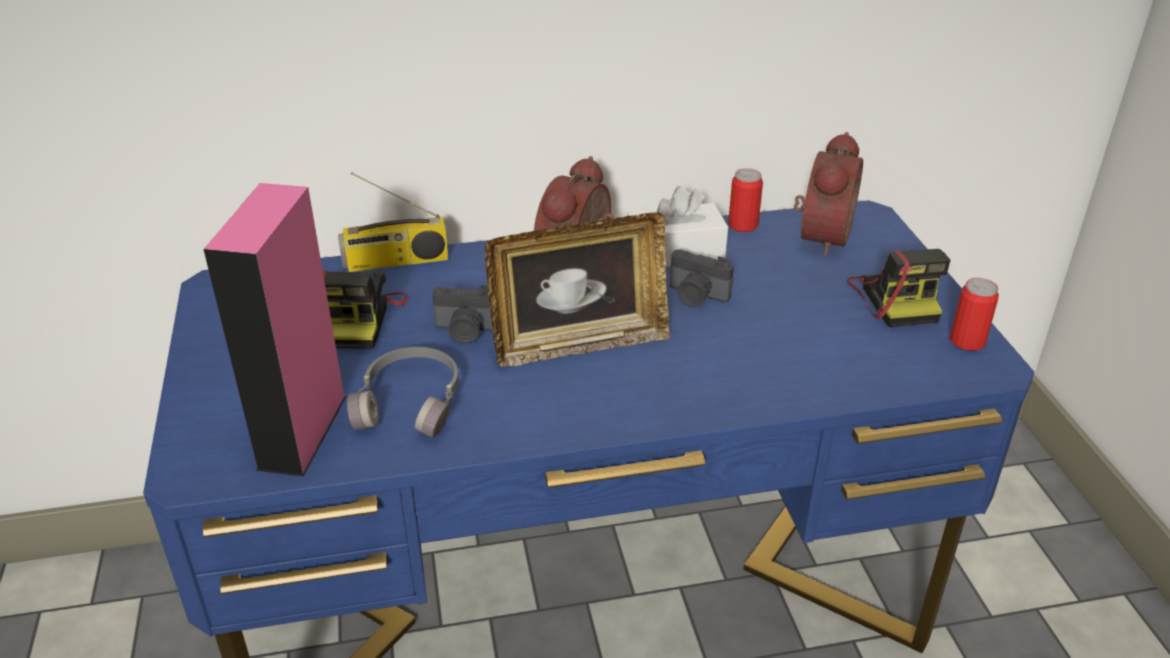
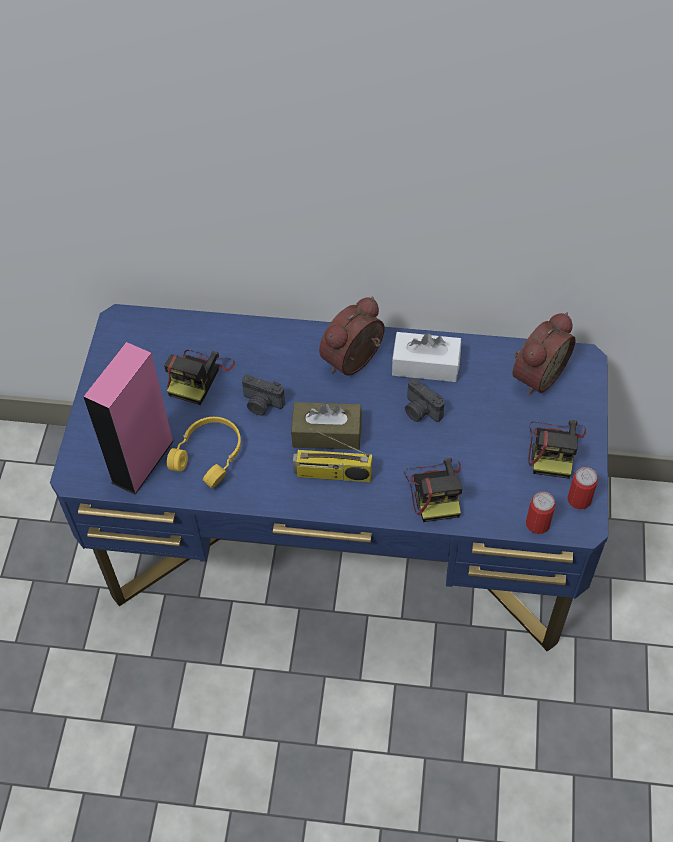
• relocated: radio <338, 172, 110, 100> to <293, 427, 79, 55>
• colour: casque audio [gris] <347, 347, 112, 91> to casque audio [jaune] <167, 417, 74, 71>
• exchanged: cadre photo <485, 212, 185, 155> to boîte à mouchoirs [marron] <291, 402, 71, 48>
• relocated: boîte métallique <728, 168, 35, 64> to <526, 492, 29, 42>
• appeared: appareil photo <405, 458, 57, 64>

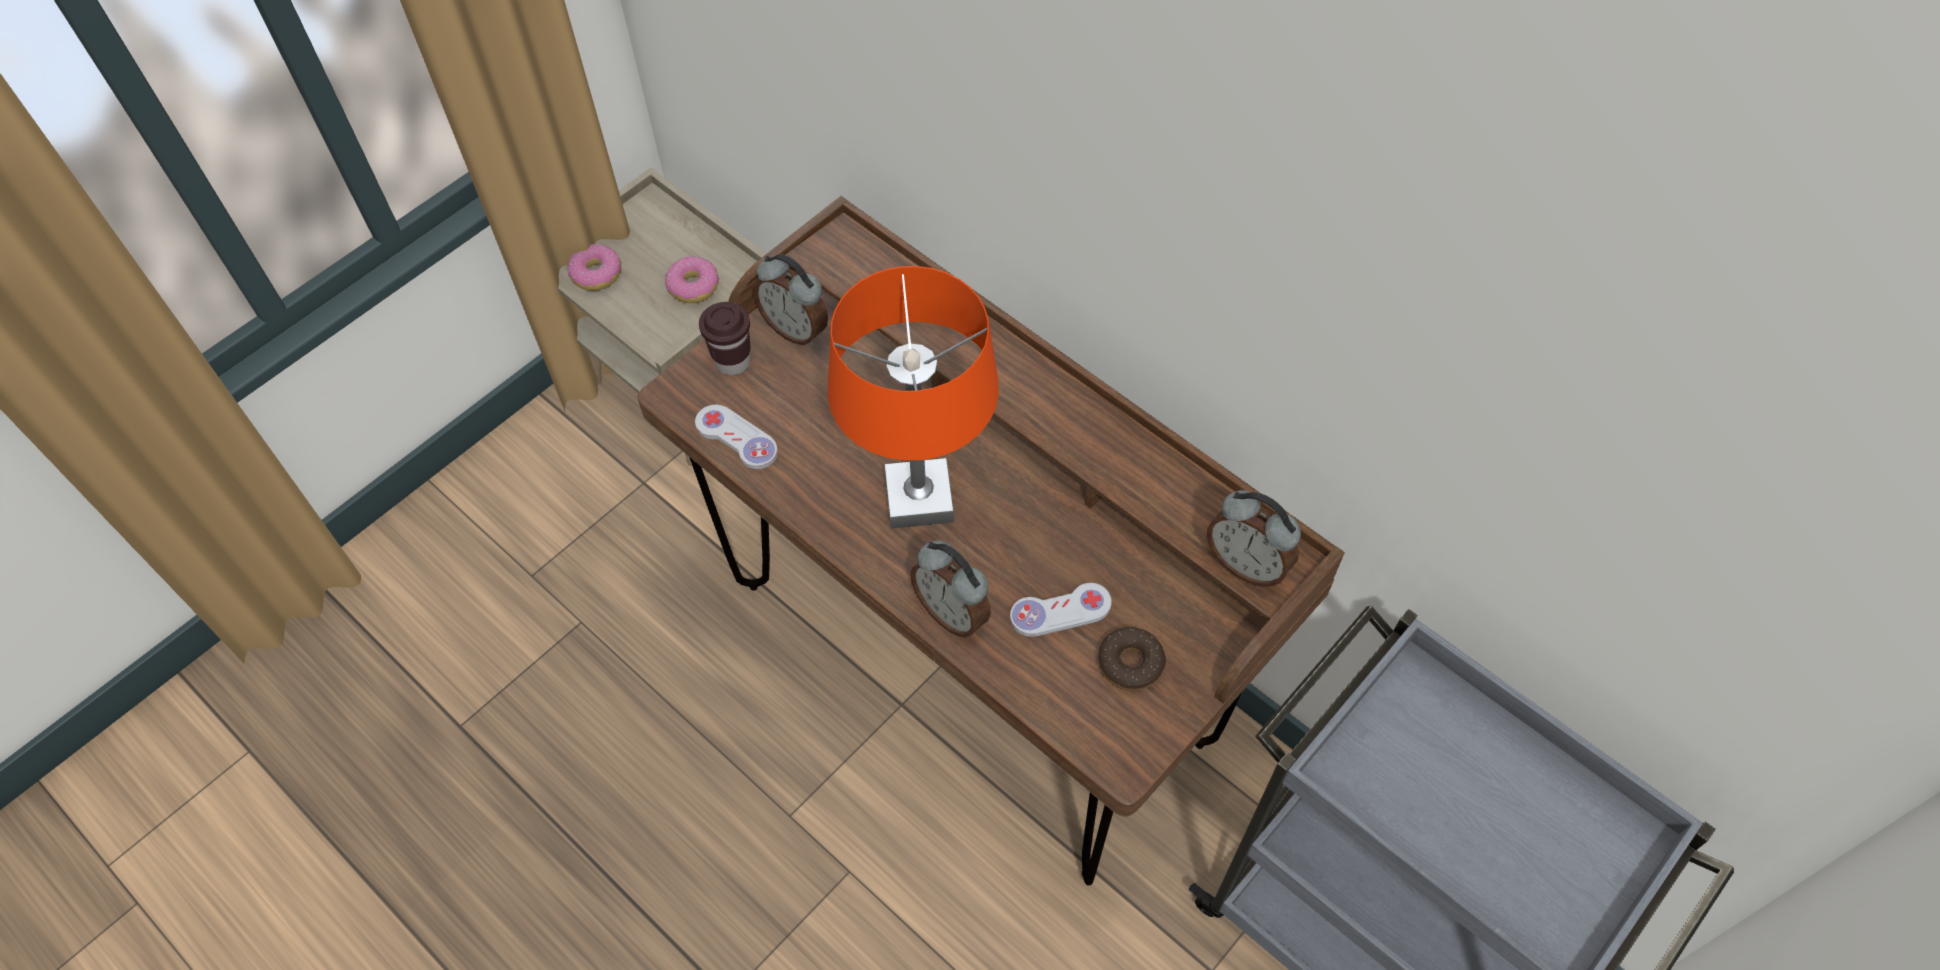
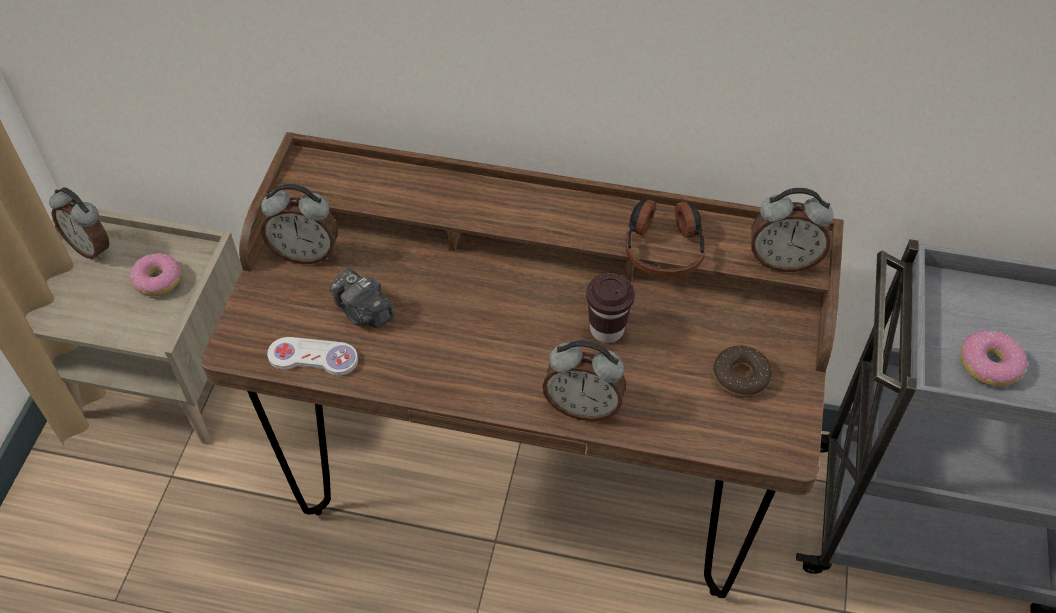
• relocated: beignet <567, 244, 54, 47> to <961, 331, 66, 56>
• relocated: tasse [marron] <699, 302, 52, 73> to <586, 273, 49, 70>
• missing: lampe de table [orange] <827, 266, 172, 263>
• missing: manette [blanc] <1010, 583, 102, 54>
• appeared: réveil <49, 187, 60, 73>
• appeared: appareil photo <330, 269, 64, 59>
• appeared: casque audio <626, 197, 80, 80>

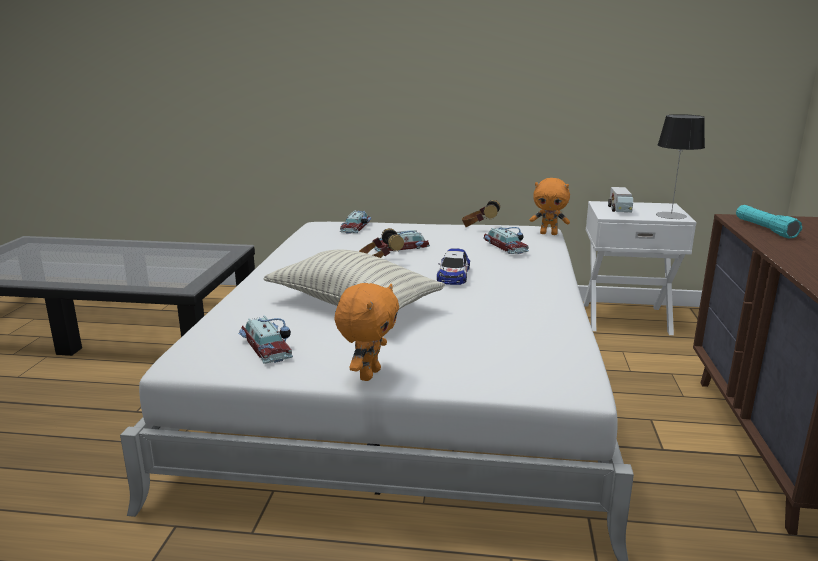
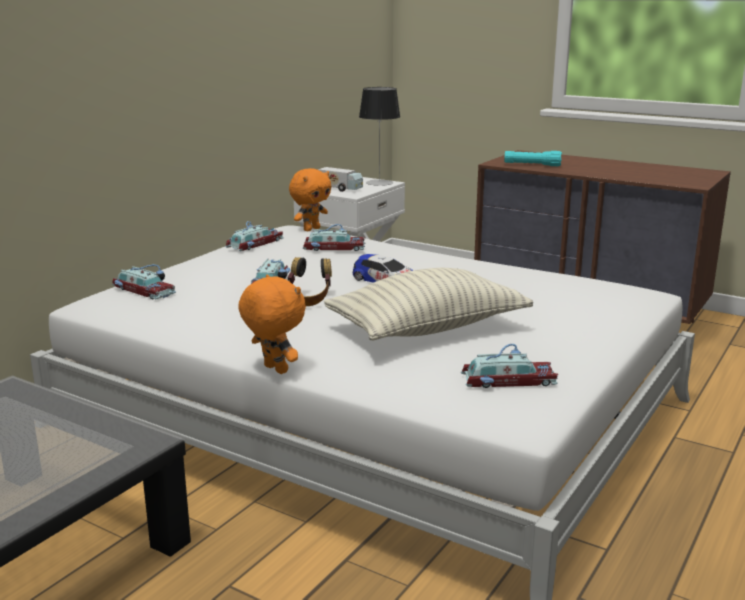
• relocated: peluche [orange] <334, 283, 65, 98> to <238, 275, 68, 99>
• exchanged: casque audio <462, 200, 38, 27> to petite voiture <226, 221, 57, 30>

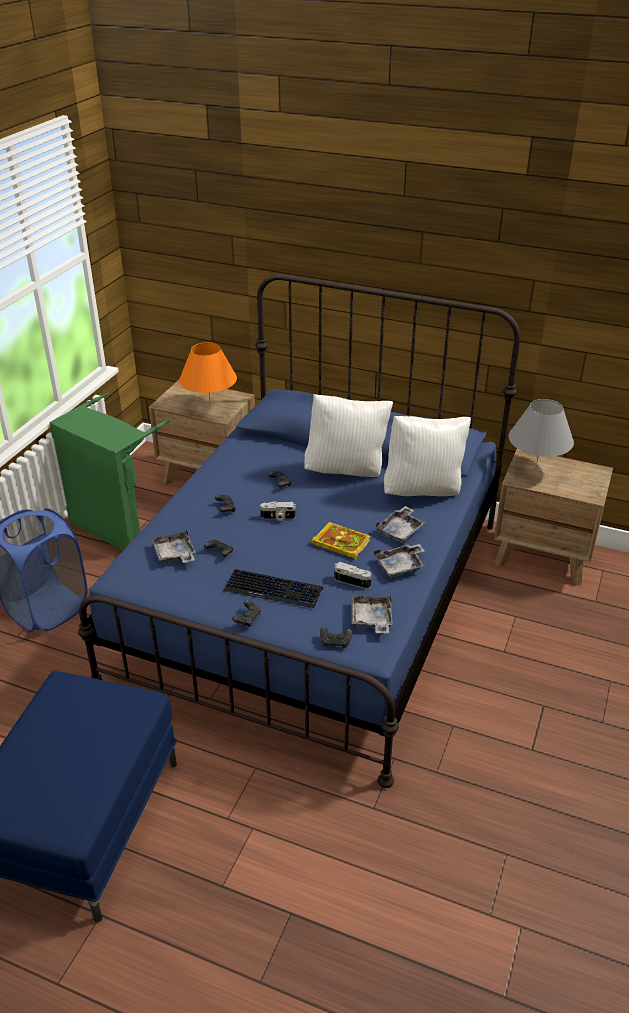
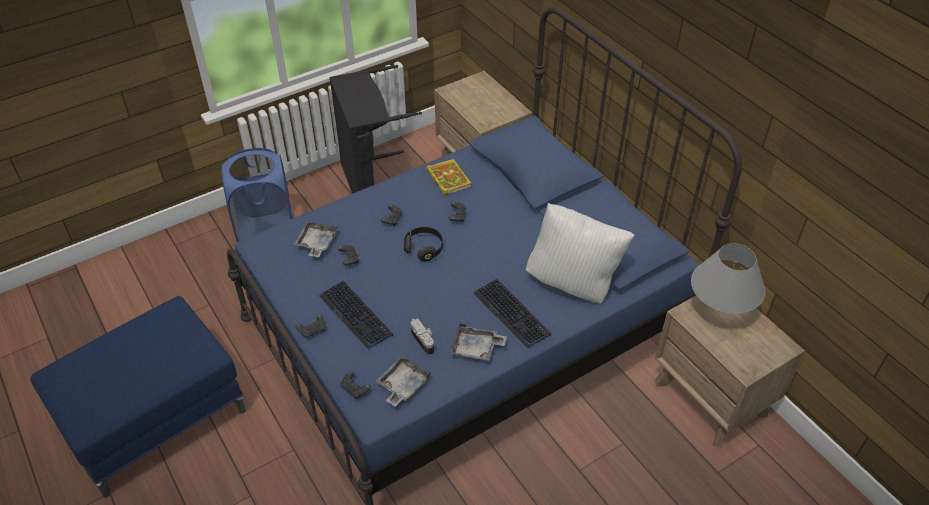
• colour: panier à linge [vert] <49, 393, 122, 157> to panier à linge [noir] <330, 65, 92, 129>
• missing: lampe de table [orange] <179, 342, 58, 65>
• exchanged: appareil photo <260, 501, 36, 20> to casque audio [noir] <404, 227, 39, 34>
• missing: coussin [blanc] <304, 394, 89, 83>
• relocated: livre <311, 522, 59, 38> to <425, 159, 46, 37>
• exchanged: plateau [gris] <375, 506, 51, 36> to clavier <474, 279, 77, 69>

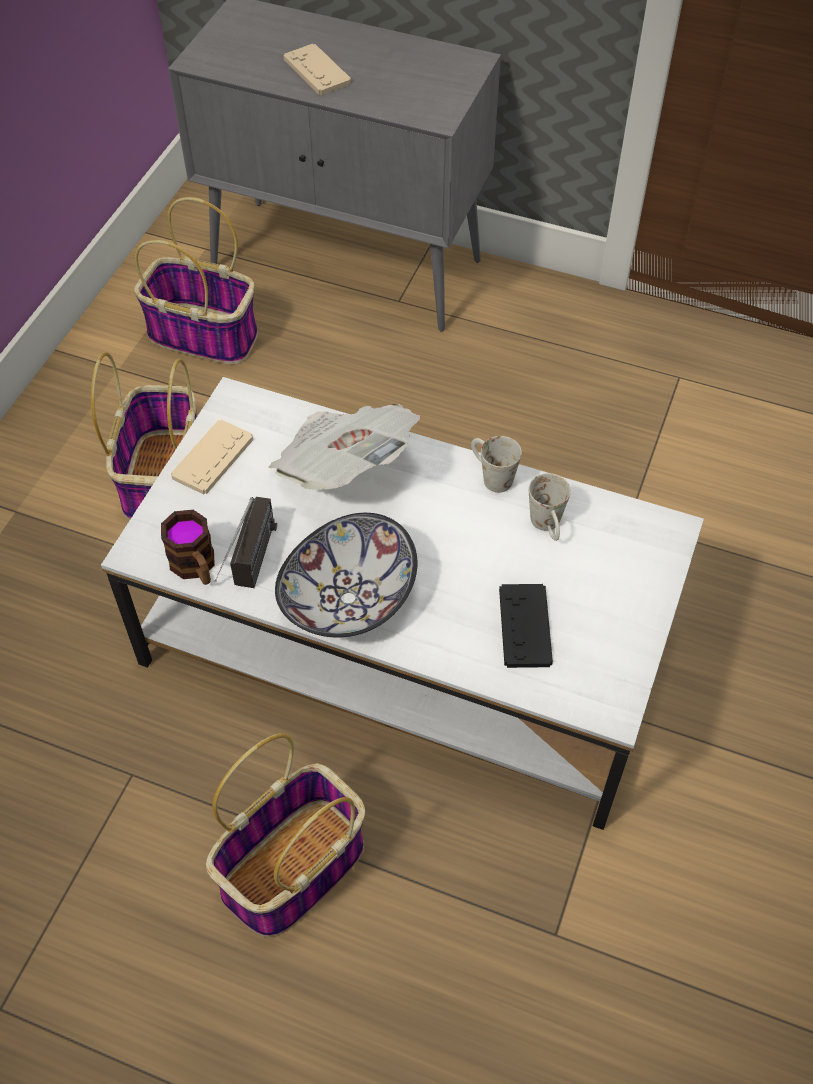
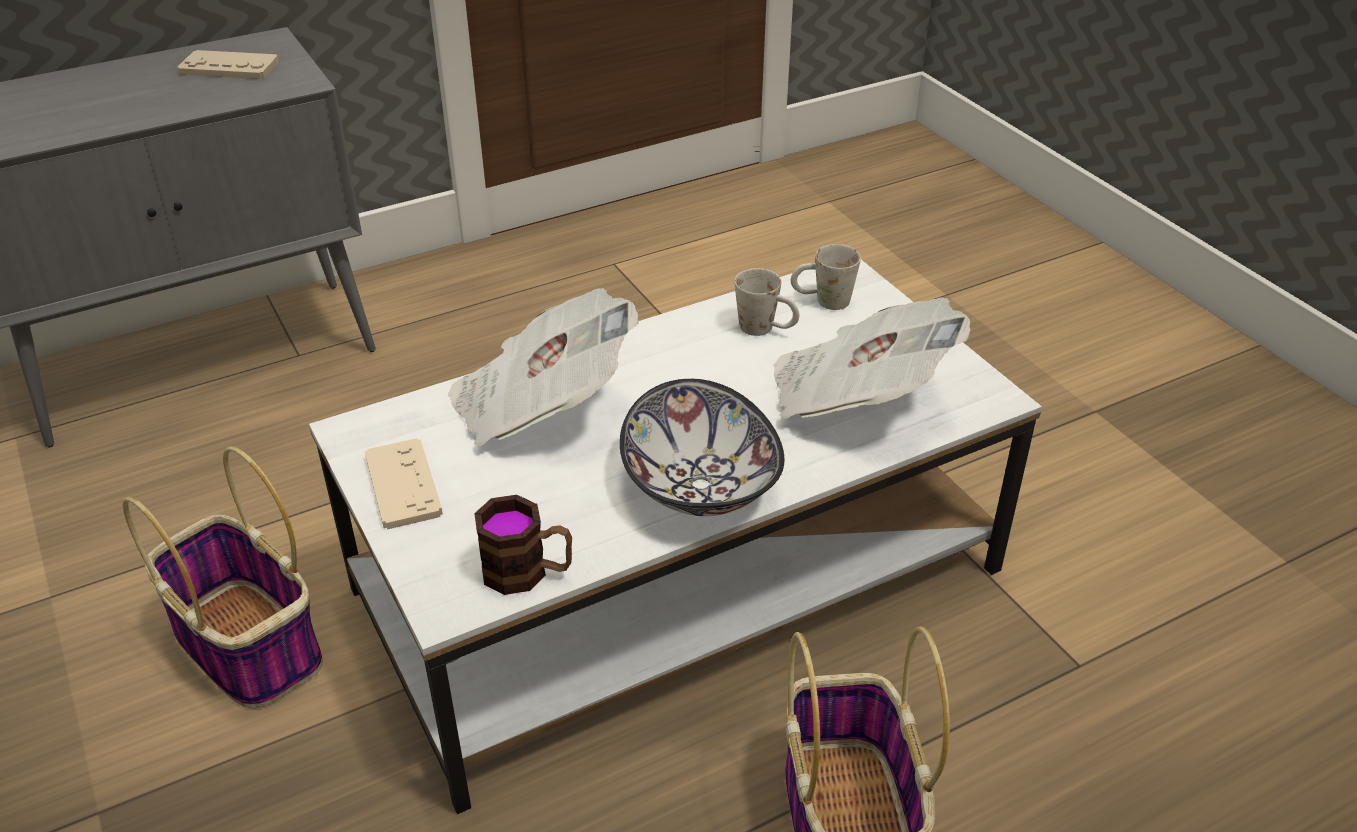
• missing: panier <134, 197, 124, 167>
• missing: radio <214, 497, 63, 91>
• relocated: manette [beige] <284, 44, 67, 51> to <177, 50, 102, 29>
• relocated: mug [blanc] <471, 436, 51, 57> to <791, 244, 70, 66>
• exchanged: manette [noir] <499, 584, 54, 84> to journal <774, 298, 197, 121>

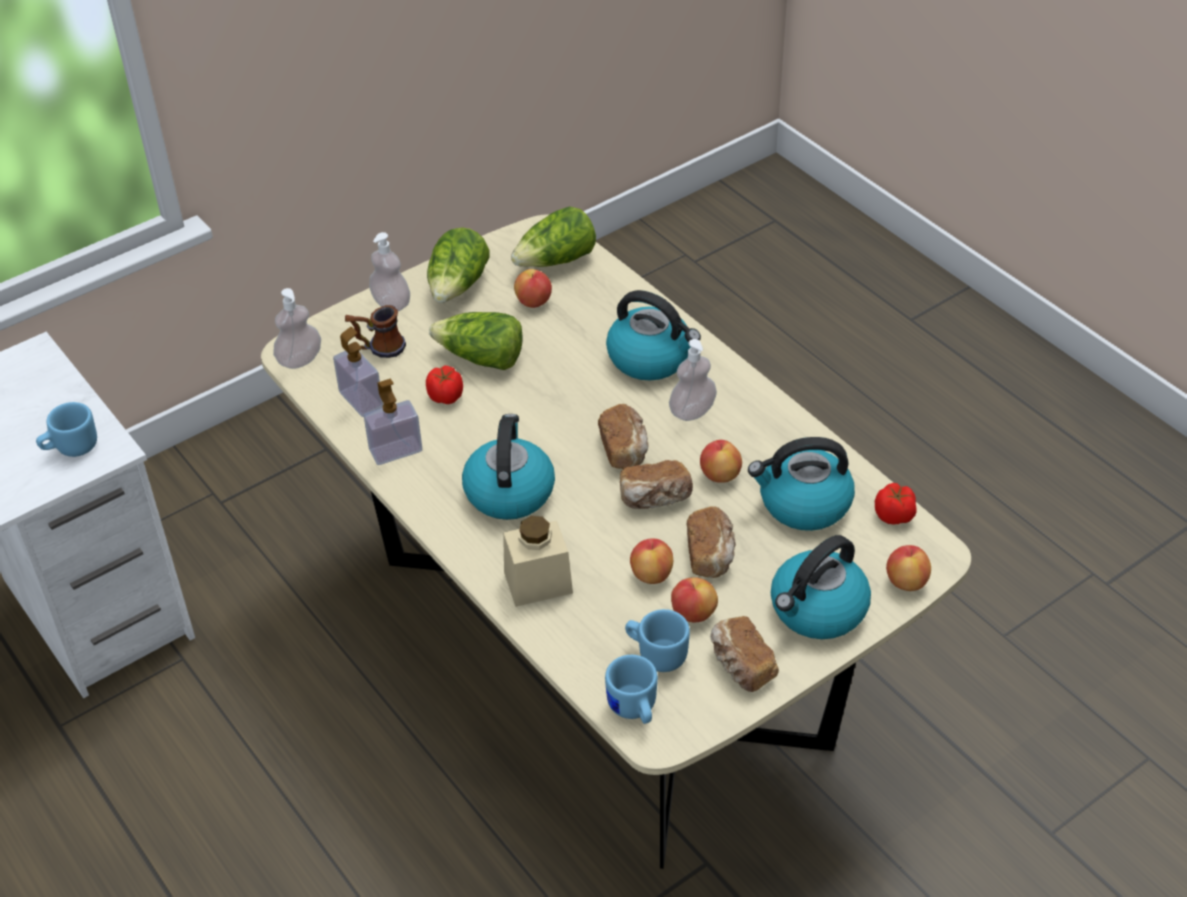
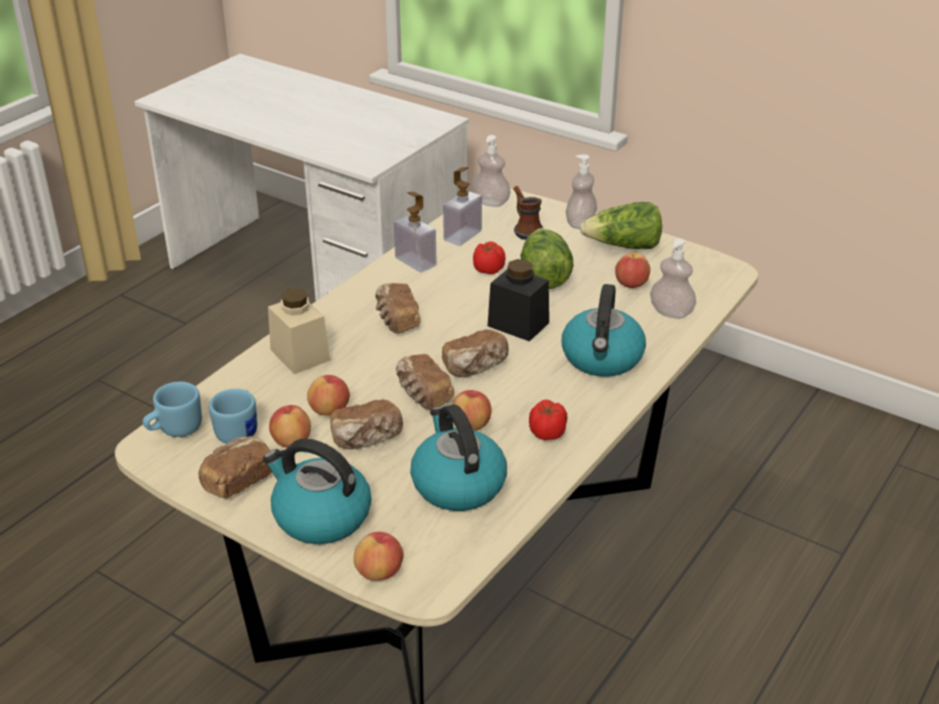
• missing: mug [bleu] <36, 402, 61, 55>
• exchanged: bouilloire <462, 414, 93, 106> to pain <375, 283, 46, 51>
• missing: laitue <511, 207, 85, 60>
• relocated: distributeur de savon <669, 339, 48, 82> to <650, 238, 46, 81>
• relocated: tomate <875, 483, 42, 42> to <529, 400, 38, 40>
• appeared: bocal [noir] <488, 259, 61, 83>

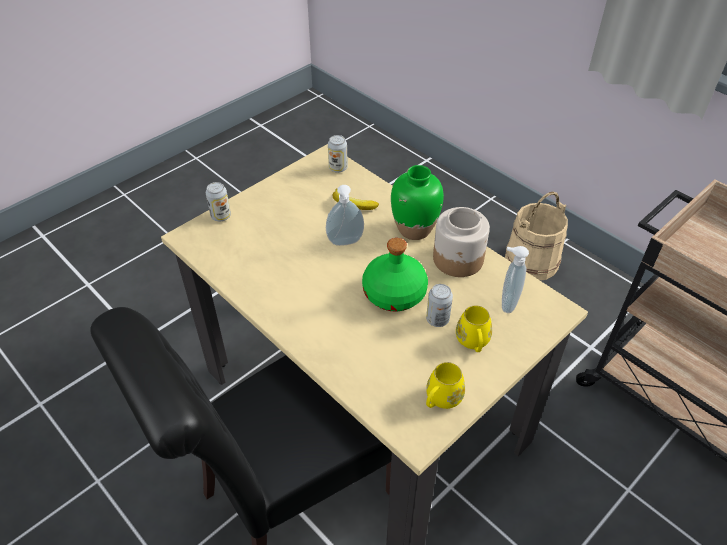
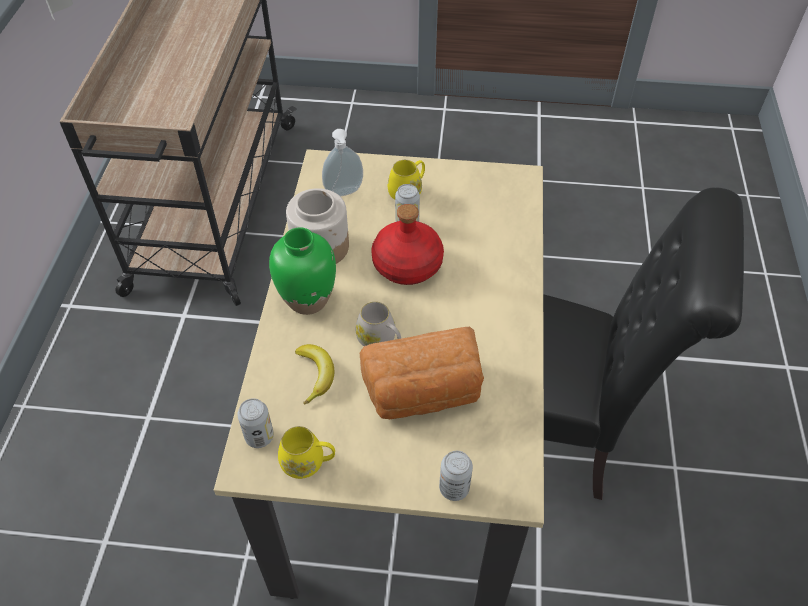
• exchanged: distributeur de savon <326, 185, 38, 61> to mug [blanc] <356, 302, 45, 44>
• colour: bouteille [vert] <362, 238, 66, 74> to bouteille [rouge] <372, 204, 72, 81>
• relocated: mug [jaune] <426, 362, 39, 47> to <278, 426, 57, 53>
• missing: seau [beige] <505, 192, 63, 89>
• appeared: pain <360, 327, 124, 92>

